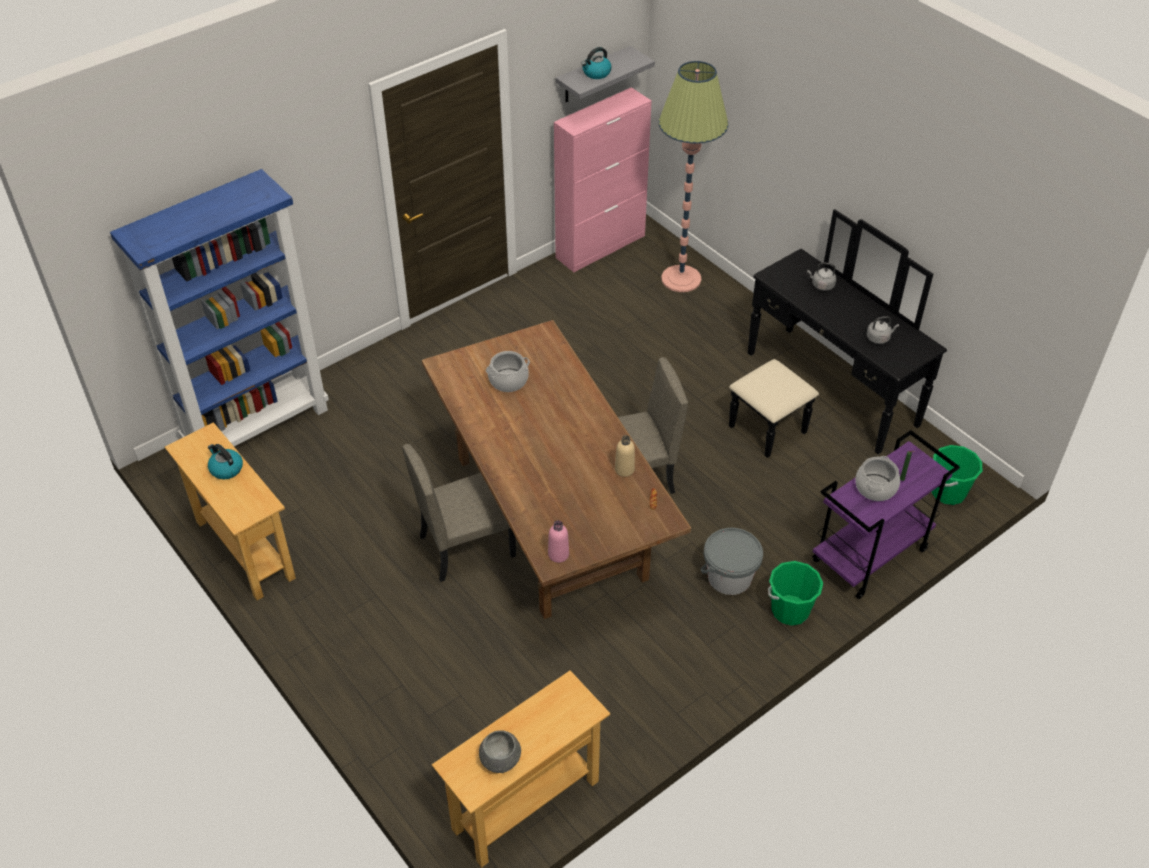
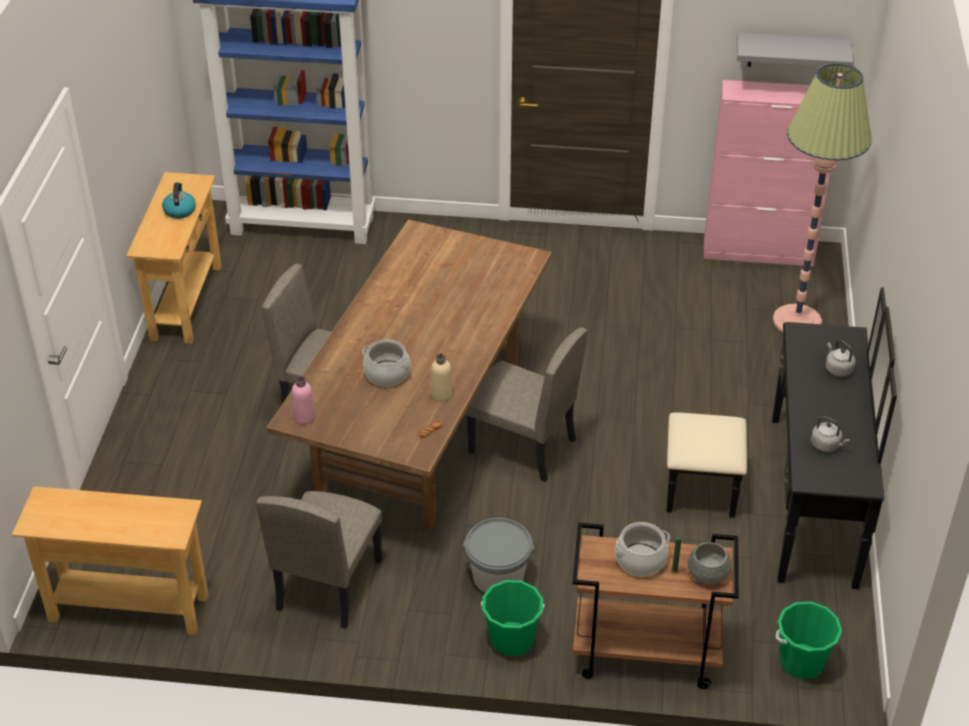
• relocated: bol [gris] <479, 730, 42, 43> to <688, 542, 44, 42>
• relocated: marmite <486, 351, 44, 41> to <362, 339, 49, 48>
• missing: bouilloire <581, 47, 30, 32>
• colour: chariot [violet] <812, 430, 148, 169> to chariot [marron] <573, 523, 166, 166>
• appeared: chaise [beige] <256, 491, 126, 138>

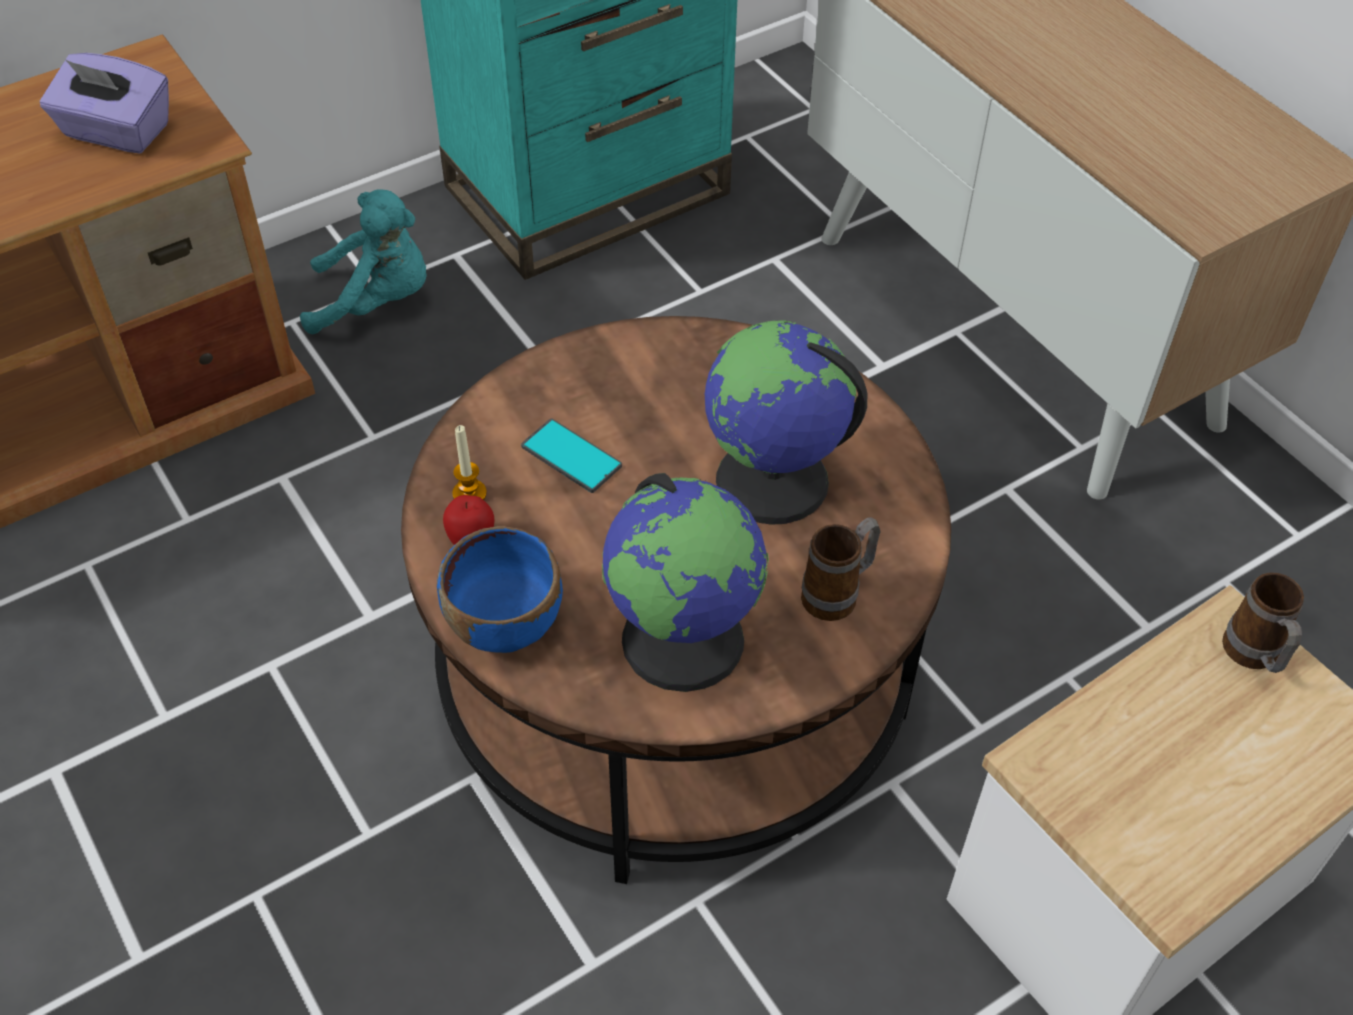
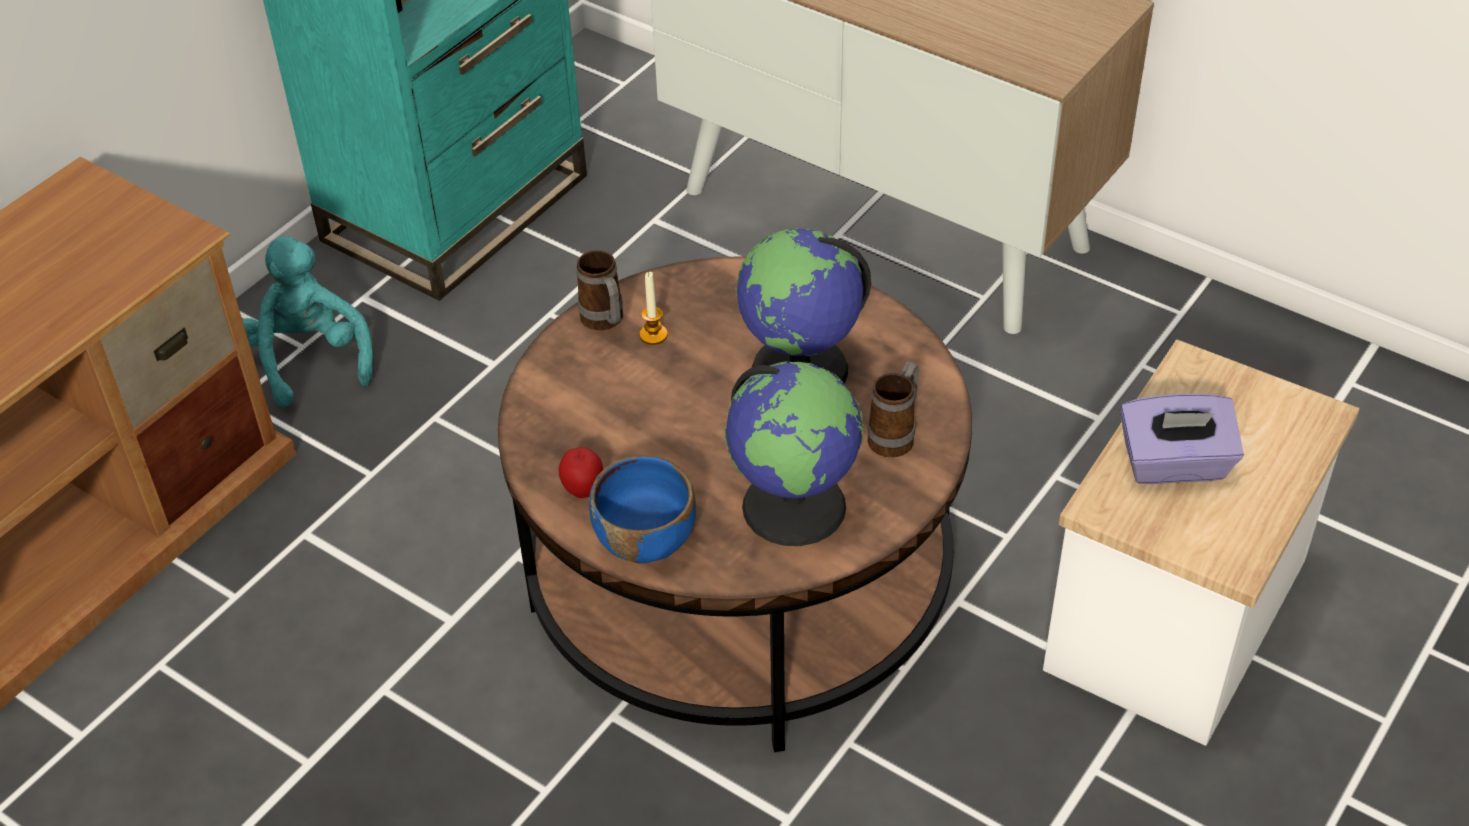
• relocated: boîte à mouchoirs [violet] <40, 53, 129, 100> to <1120, 394, 124, 90>
• spun: peluche [turquoise] <300, 189, 127, 146> = <242, 236, 131, 171> 90 degrees counterclockwise
• relocated: bougie <452, 425, 35, 75> to <639, 272, 29, 73>
• missing: téléphone <521, 418, 101, 75>
• relocated: mug <1222, 573, 82, 100> to <576, 250, 47, 80>

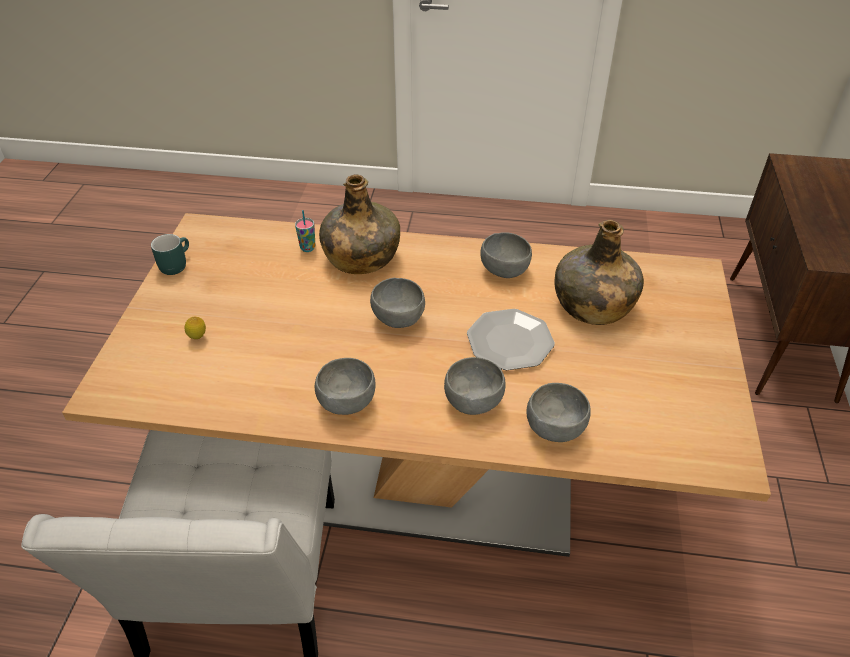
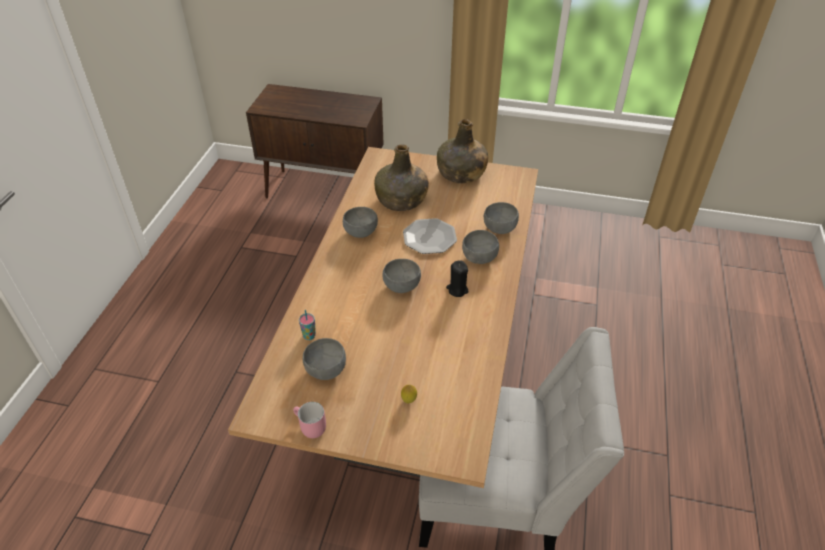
• colour: mug [turquoise] <151, 234, 38, 41> to mug [rose] <293, 402, 33, 36>
• relocated: bol [gris] <315, 358, 60, 57> to <303, 338, 43, 42>
• relocated: bouteille [vert] <319, 174, 81, 100> to <437, 119, 51, 64>
• appeared: bougie [noir] <446, 260, 23, 37>

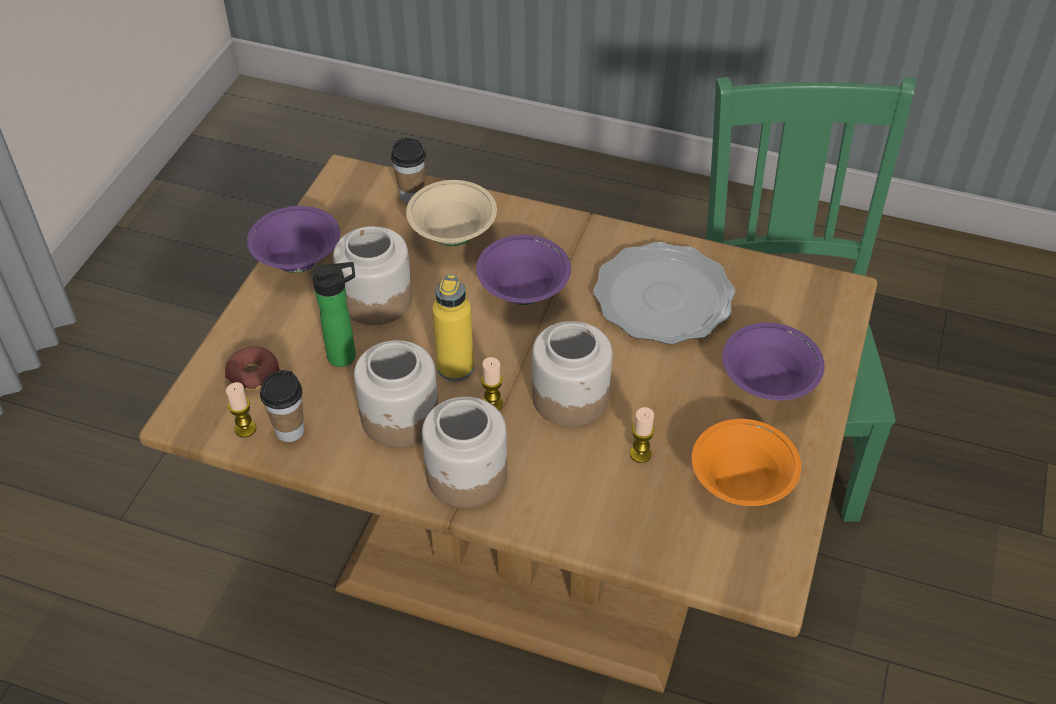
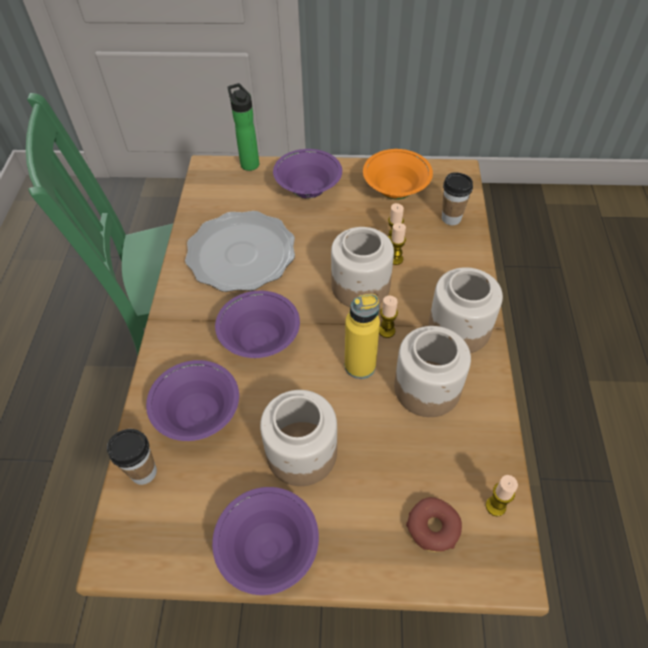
• relocated: tasse <260, 370, 44, 72> to <442, 172, 31, 53>
• relocated: bouteille <310, 262, 46, 105> to <228, 83, 31, 88>
• colour: bol [beige] <406, 180, 91, 66> to bol [violet] <146, 360, 93, 81>
• appeared: bougie <390, 223, 16, 42>

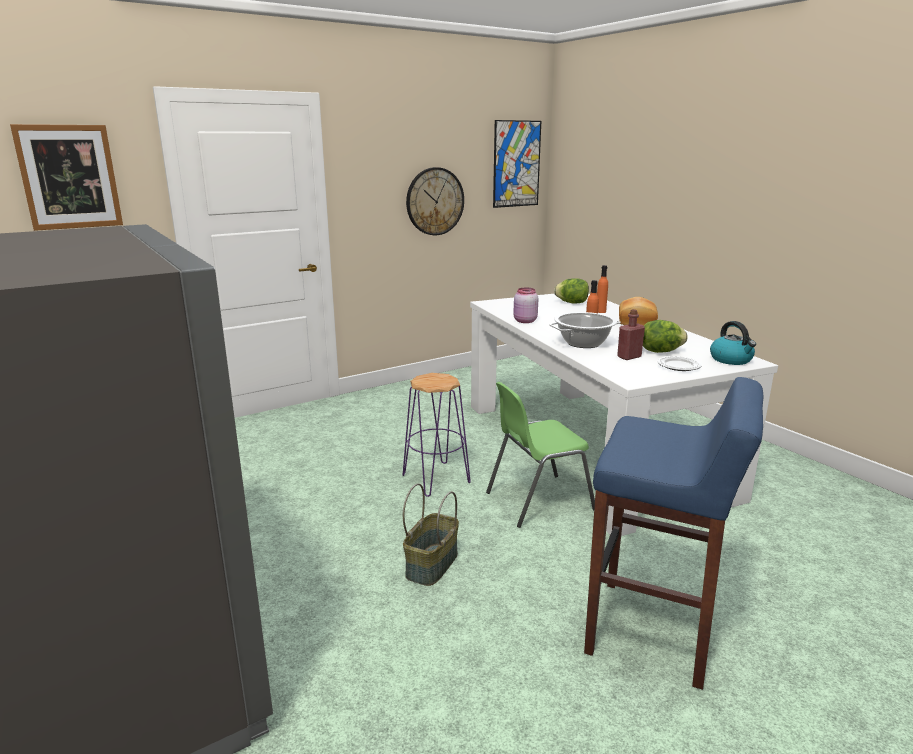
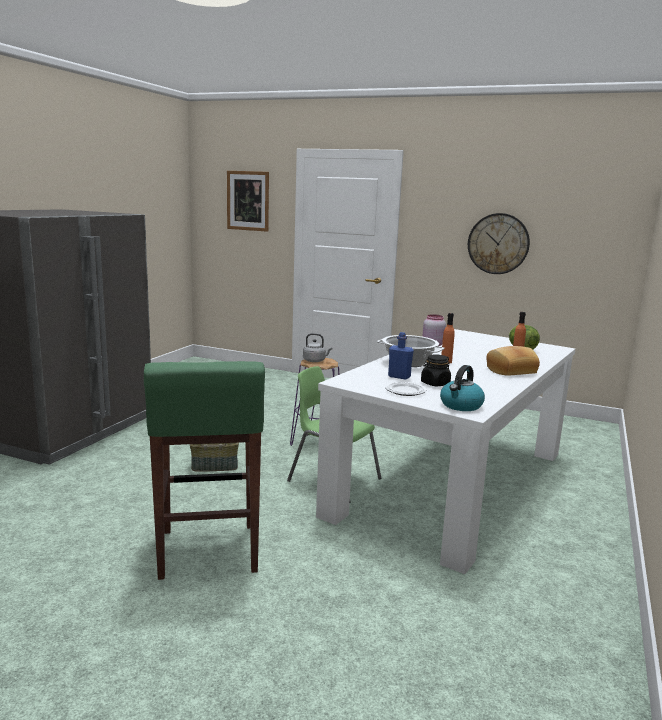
• missing: tableau <493, 120, 48, 88>
• colour: tabouret [bleu] <584, 377, 179, 313> to tabouret [vert] <144, 361, 121, 219>
• colour: bouteille [rouge] <617, 309, 28, 51> to bouteille [bleu] <388, 332, 26, 48>
• exchanged: laitue <643, 320, 45, 33> to bocal [noir] <421, 354, 30, 32>
• appeared: bouilloire [gris] <303, 333, 29, 29>

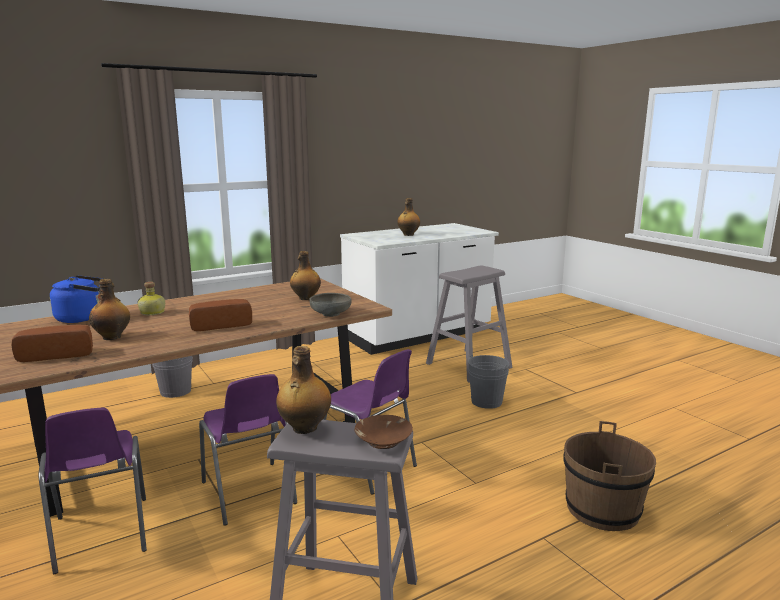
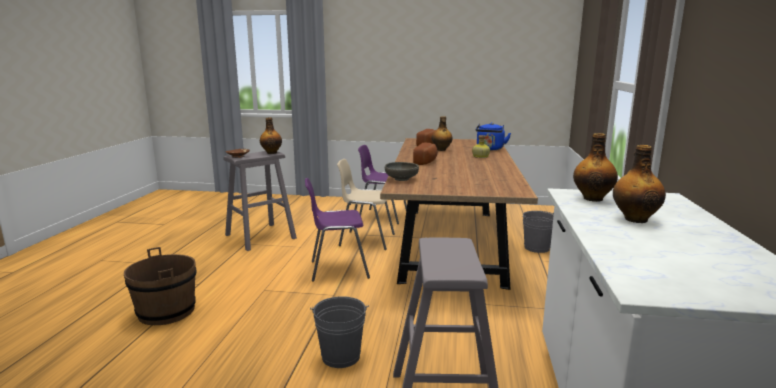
• colour: chaise [violet] <199, 374, 98, 152> to chaise [beige] <337, 159, 58, 91>
• relocated: bouteille <290, 251, 31, 49> to <573, 133, 45, 69>

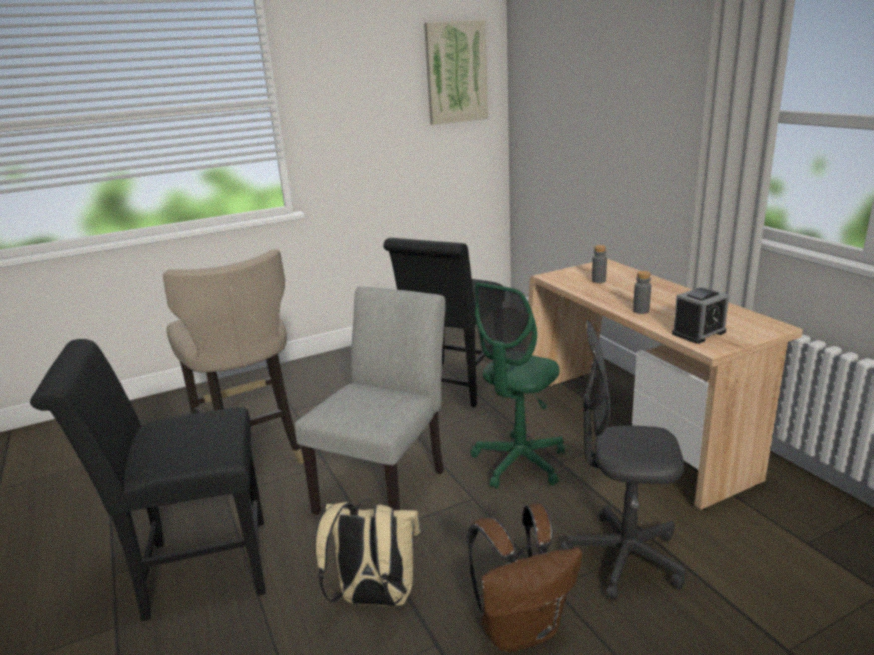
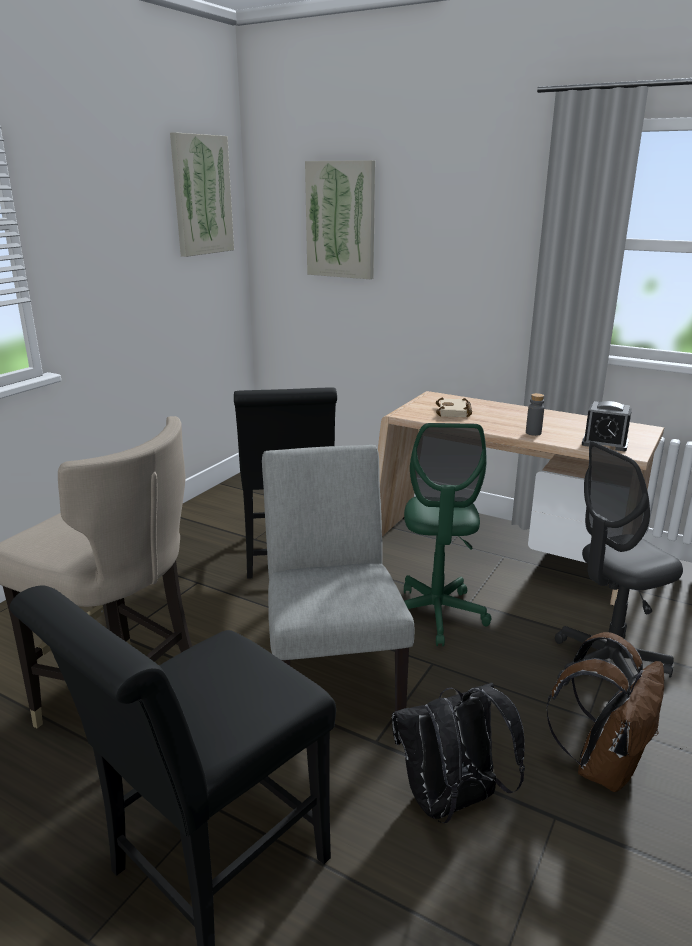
• colour: sac à dos [beige] <315, 499, 106, 107> to sac à dos [noir] <392, 682, 133, 141>
• exchanged: bouteille [gris] <592, 245, 15, 38> to livre [beige] <436, 398, 36, 19>
• spun: réveil <672, 287, 57, 57> = <582, 401, 50, 50> 90 degrees clockwise
• appeared: tableau <305, 160, 70, 119>

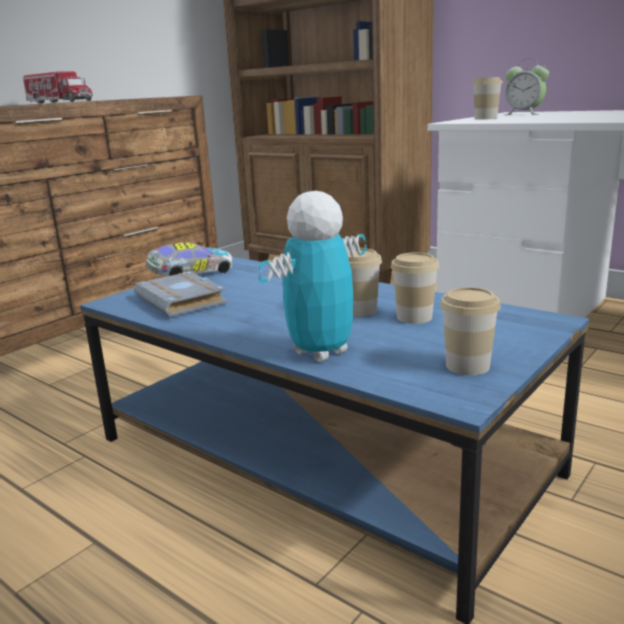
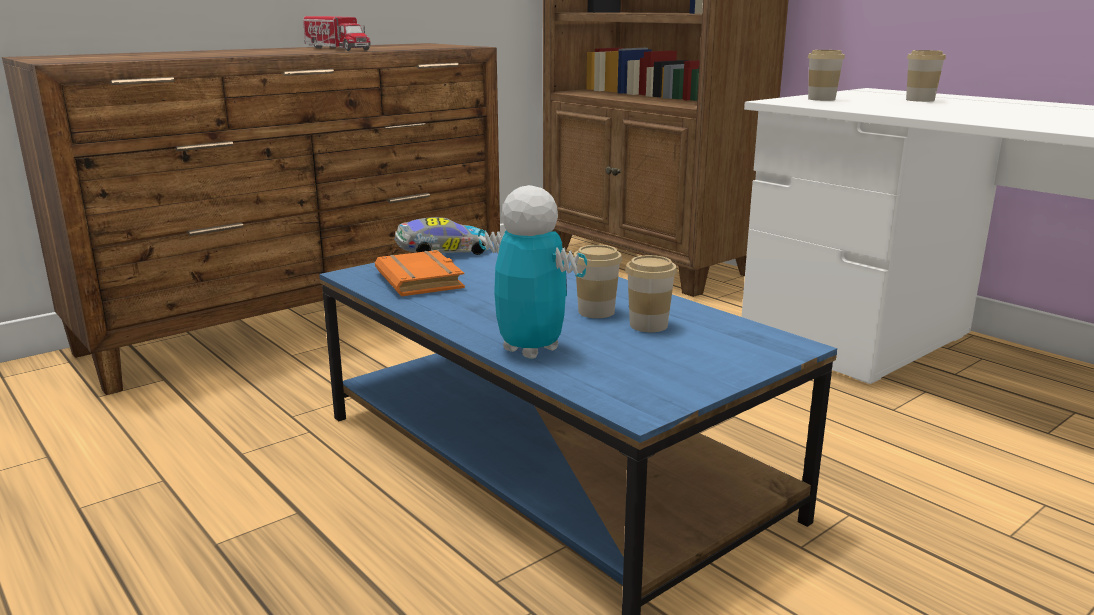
• colour: livre [gris] <134, 272, 94, 45> to livre [orange] <375, 250, 90, 46>
• spun: robot jouet <258, 191, 108, 171> = <478, 185, 109, 174> 75 degrees clockwise
• relocated: tasse <440, 287, 61, 88> to <906, 50, 40, 52>
• missing: réveil <505, 59, 44, 56>

